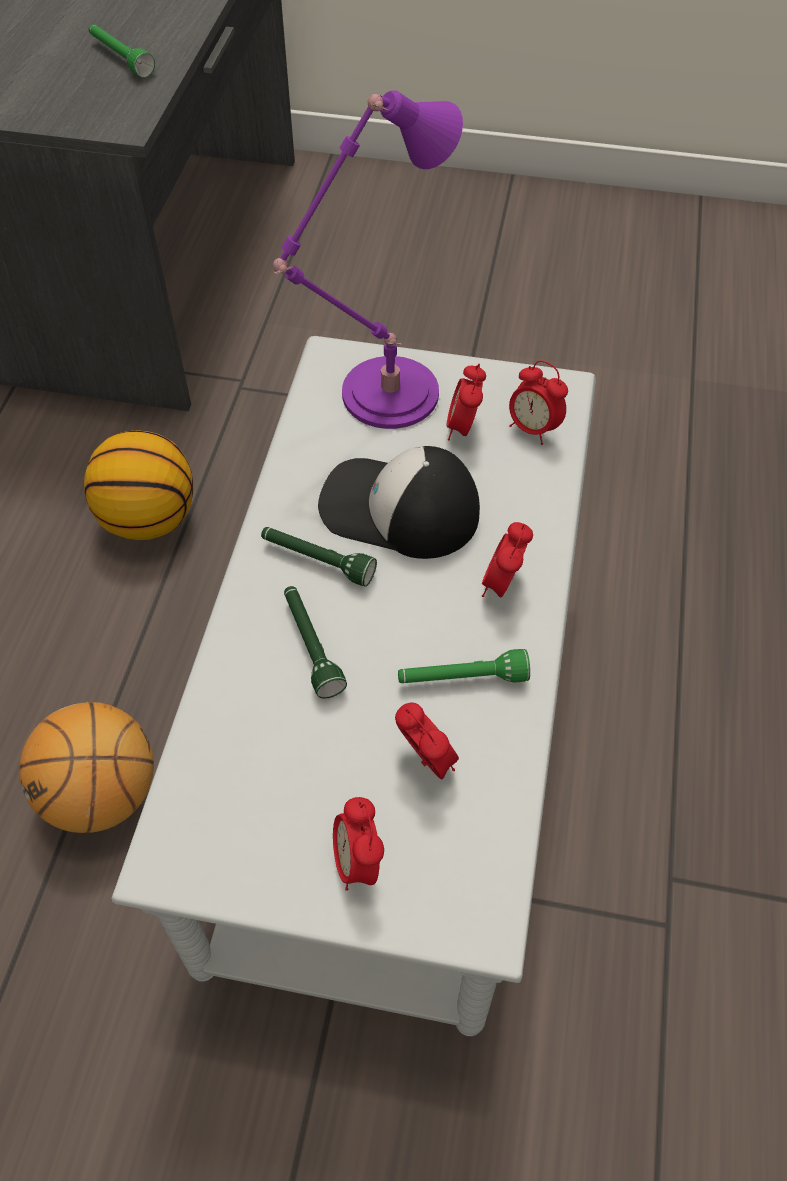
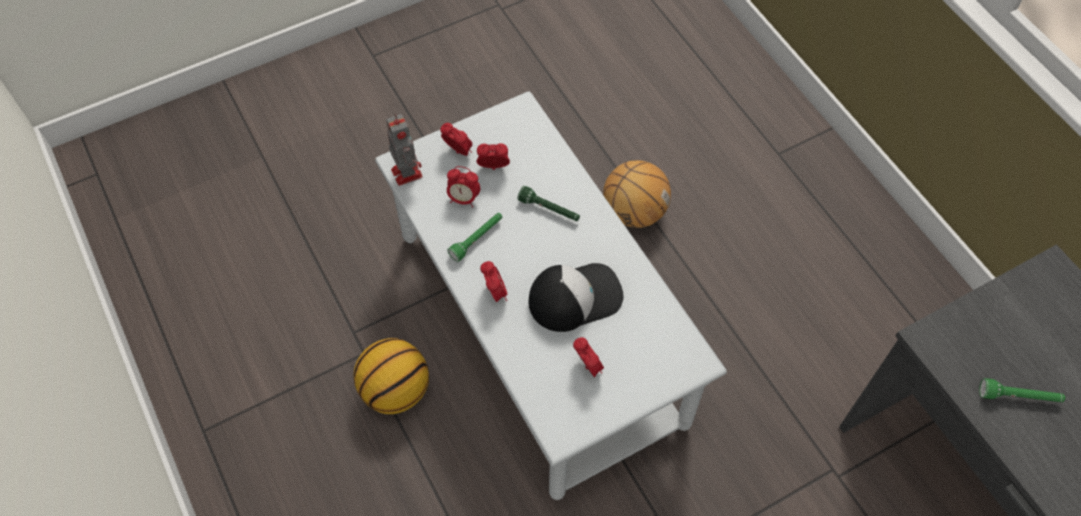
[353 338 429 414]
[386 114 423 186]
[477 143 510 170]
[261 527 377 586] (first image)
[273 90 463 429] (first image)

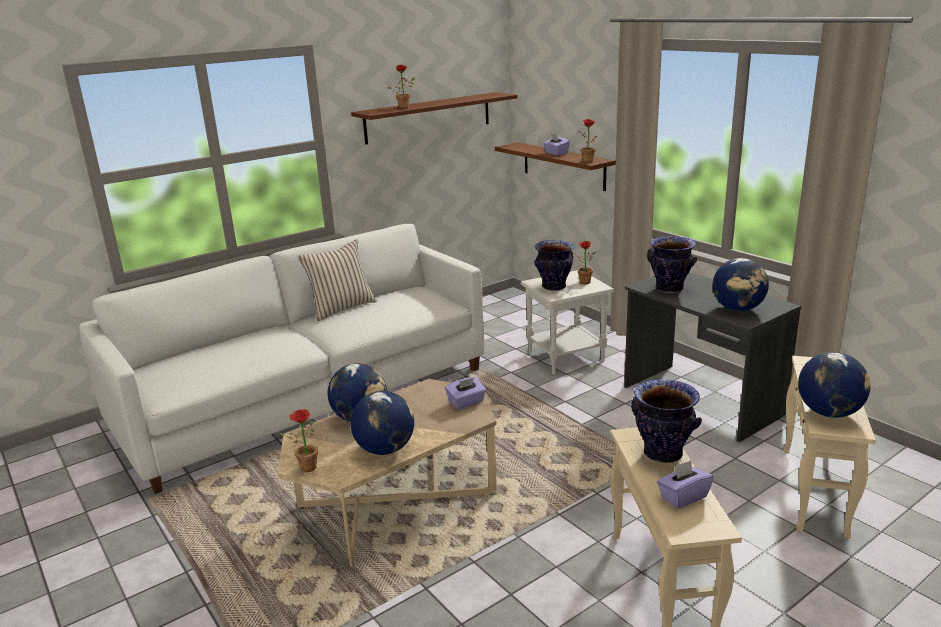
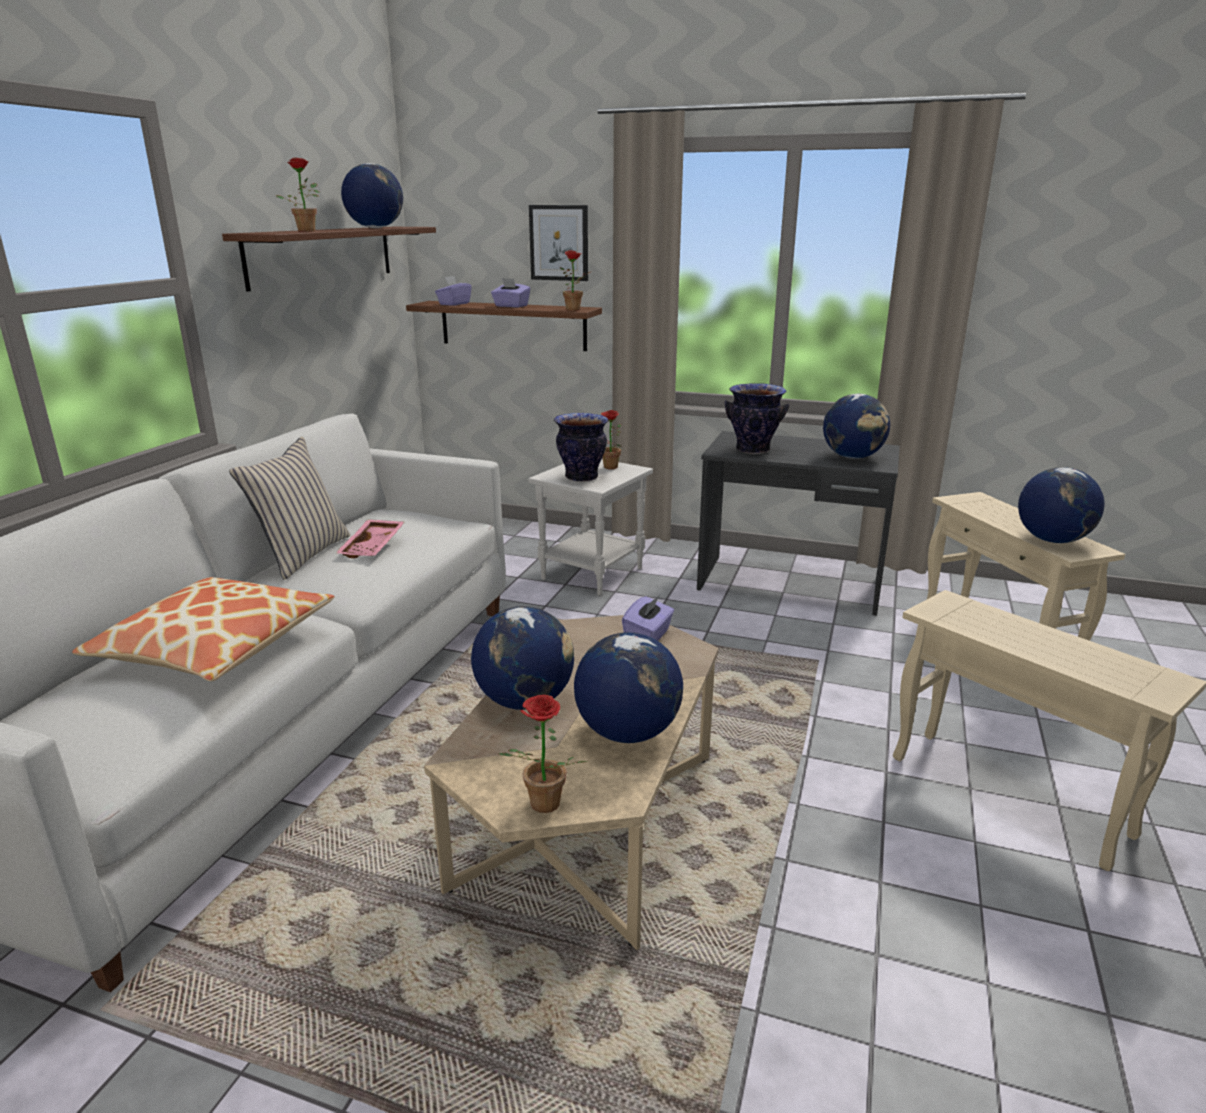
[72 577 334 681]
[336 520 404 558]
[341 163 403 228]
[435 276 472 306]
[529 205 588 281]
[631 379 702 463] (first image)

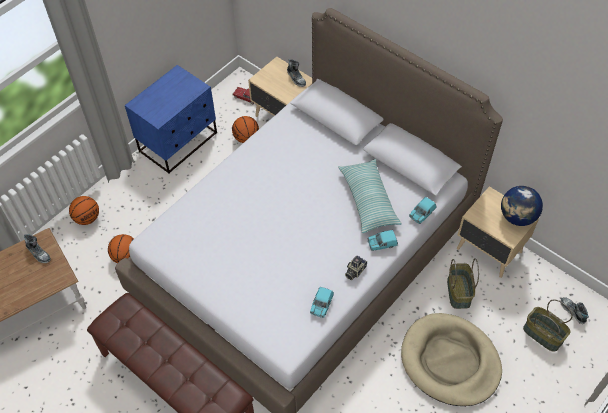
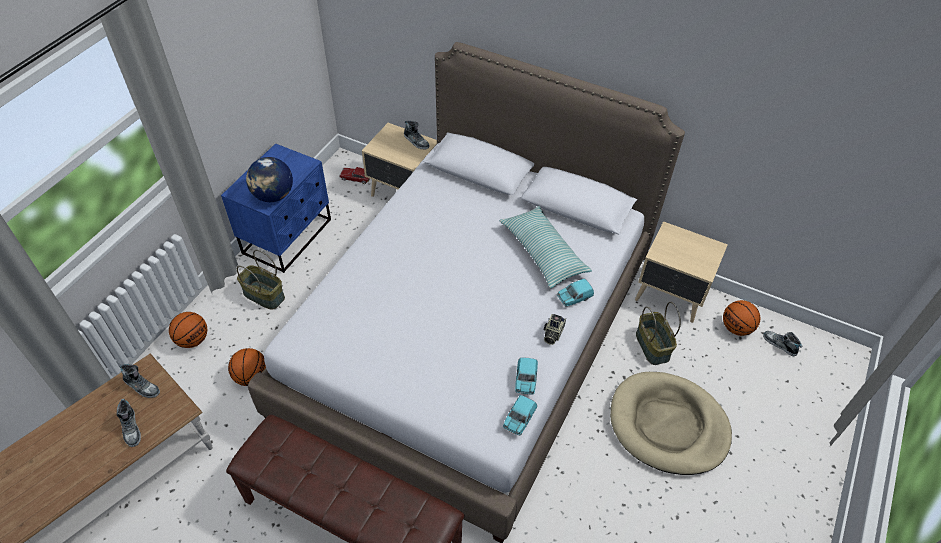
[116 399 141 447]
[237 250 285 310]
[246 157 293 202]
[503 395 537 436]
[723 300 760 336]

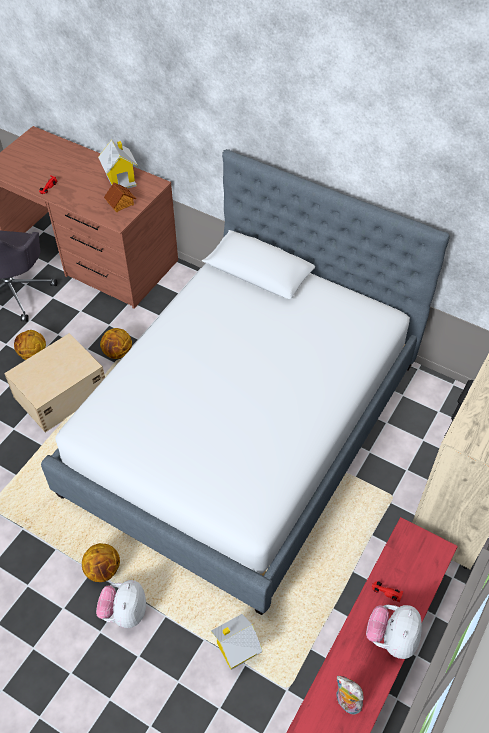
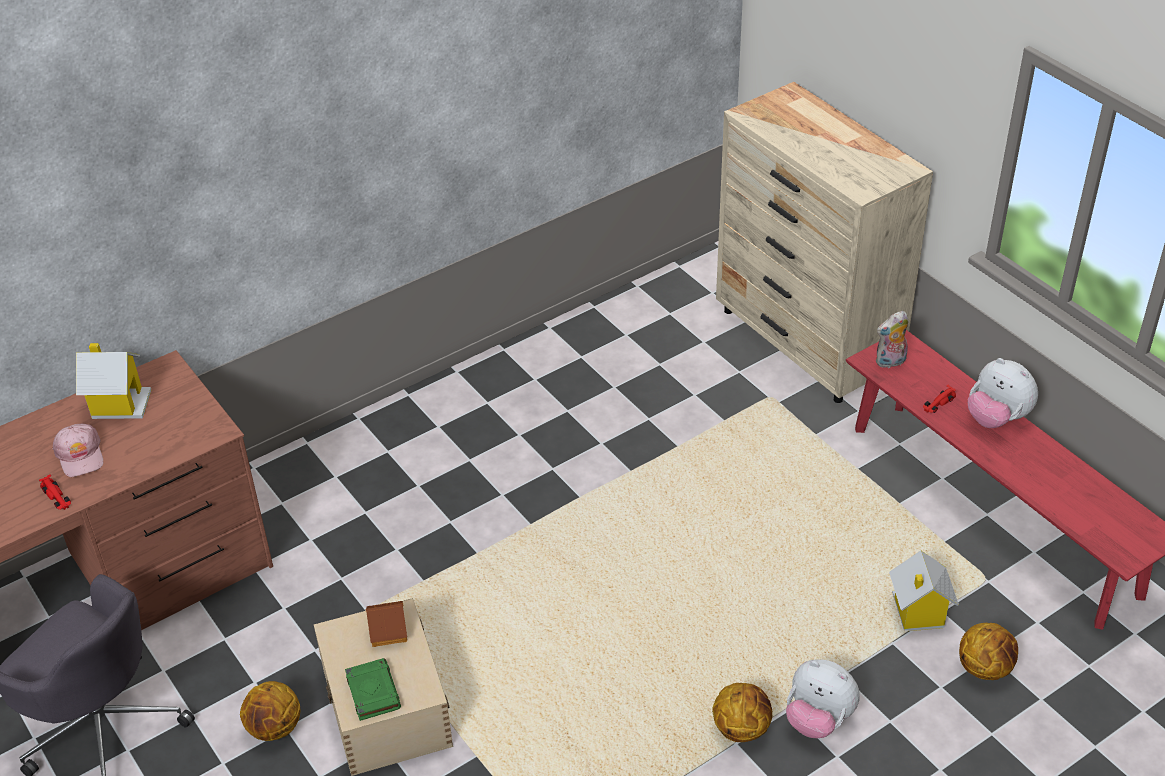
[53 424 103 477]
[345 658 401 721]
[365 601 407 647]
[876 311 909 368]
[959 623 1018 680]
[41 149 450 615] (first image)

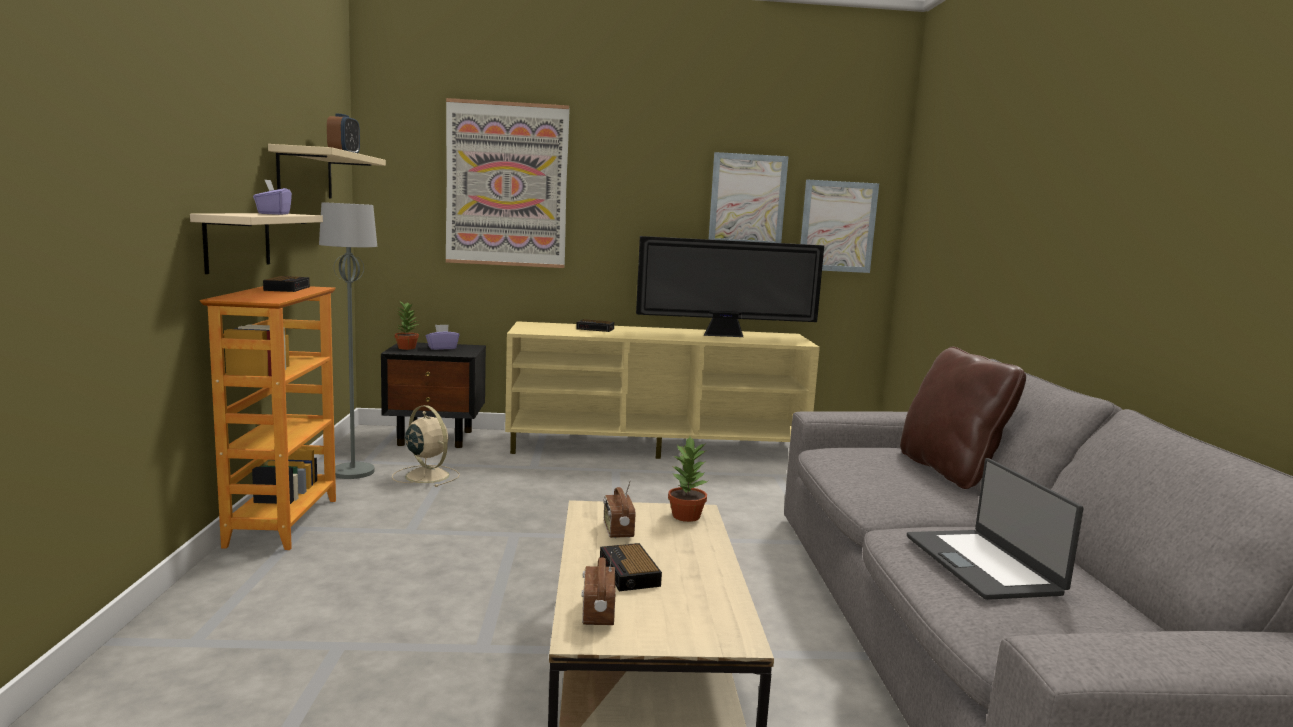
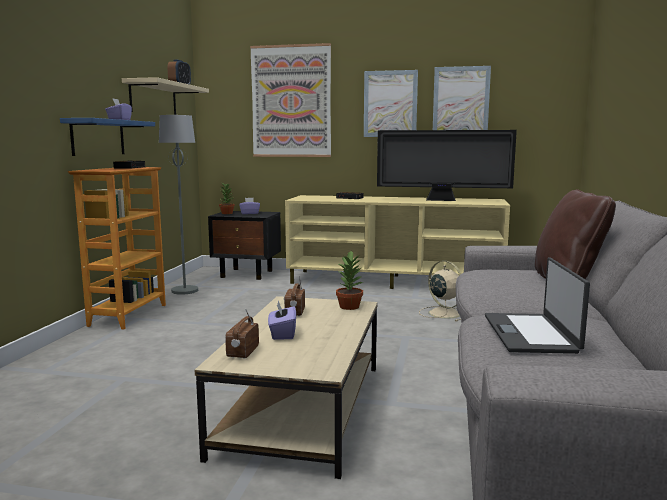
[60 118 155 156]
[268 300 296 340]
[364 70 418 137]
[419 261 461 321]

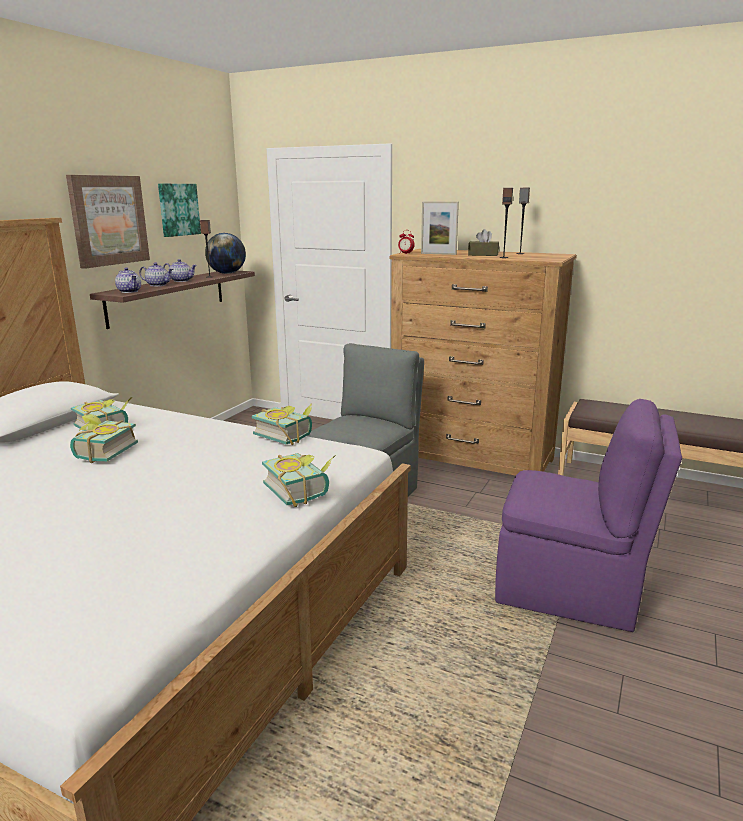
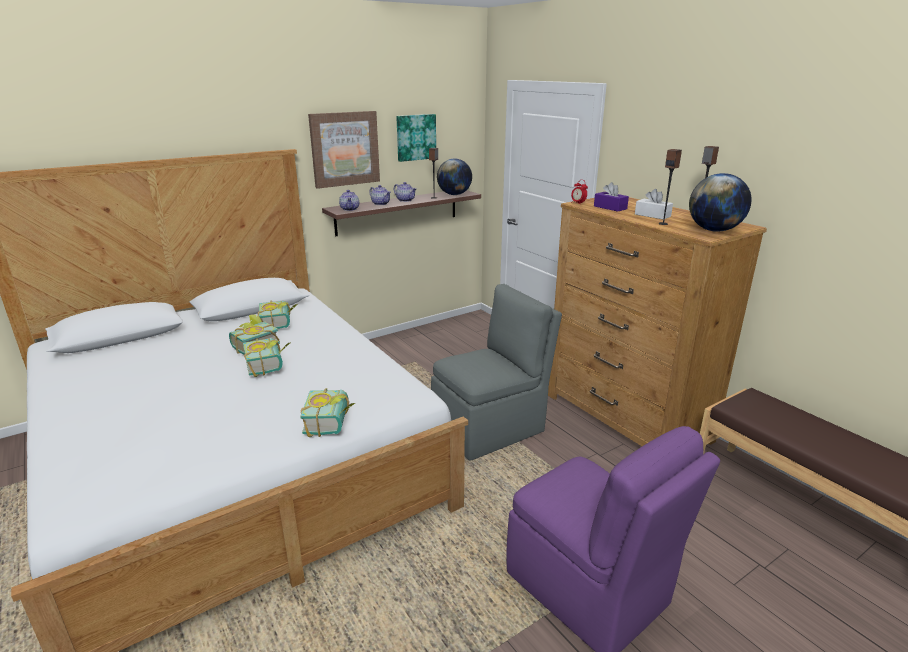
[243 338 290 377]
[594 182 629 212]
[635 189 673 219]
[689 173 752 232]

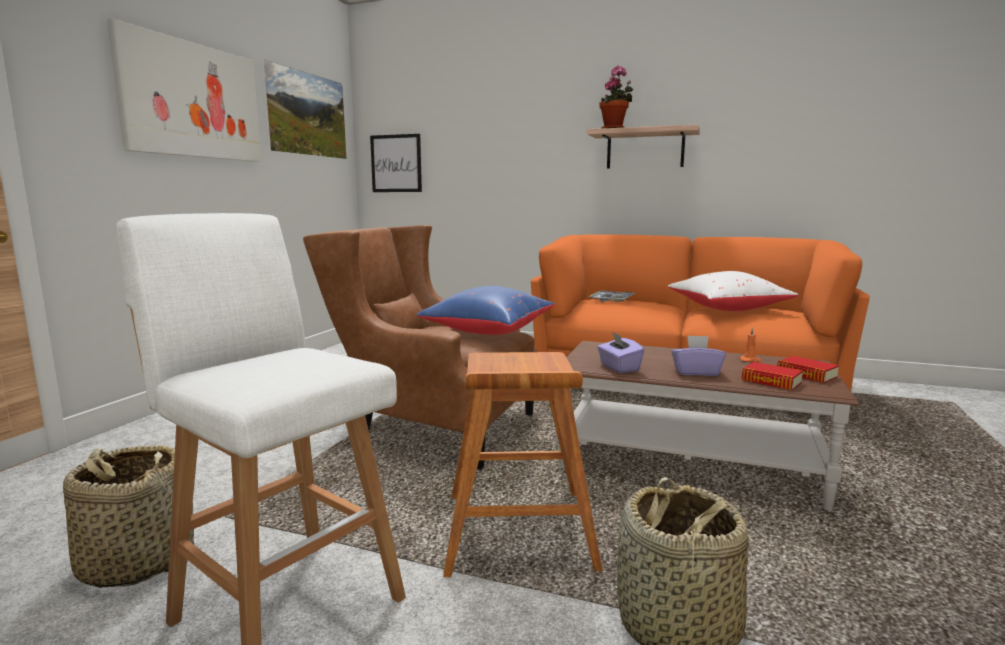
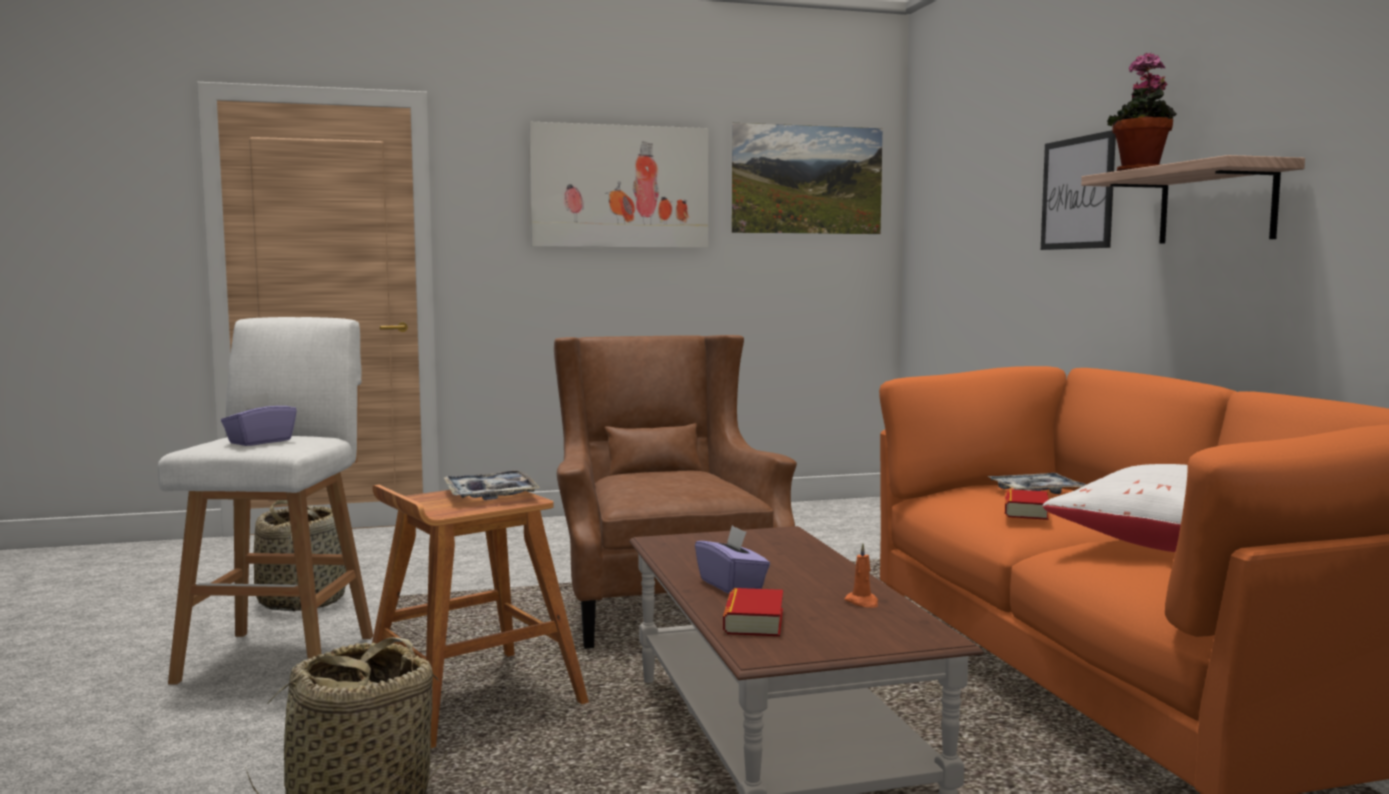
[221 393 297 446]
[444 471 540 500]
[1005 489 1048 520]
[1041 130 1116 250]
[417 286 555 335] (first image)

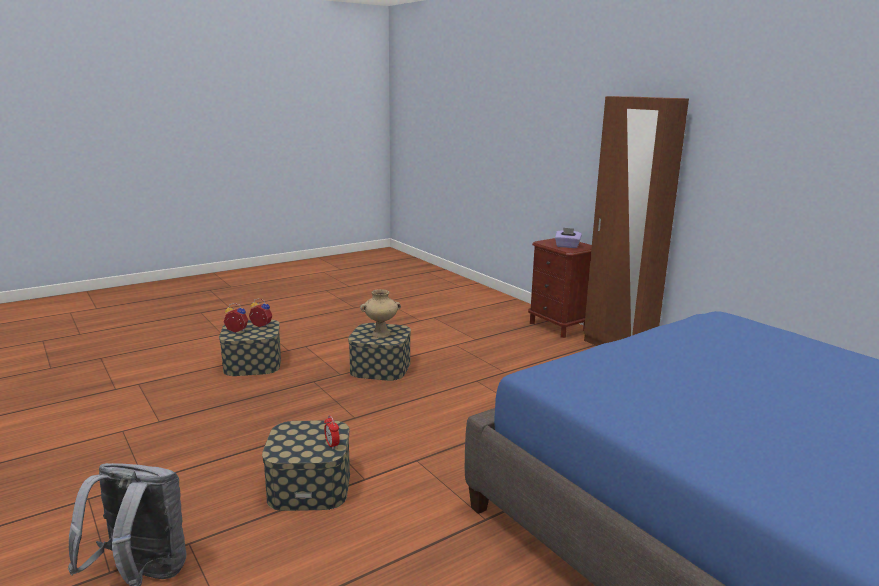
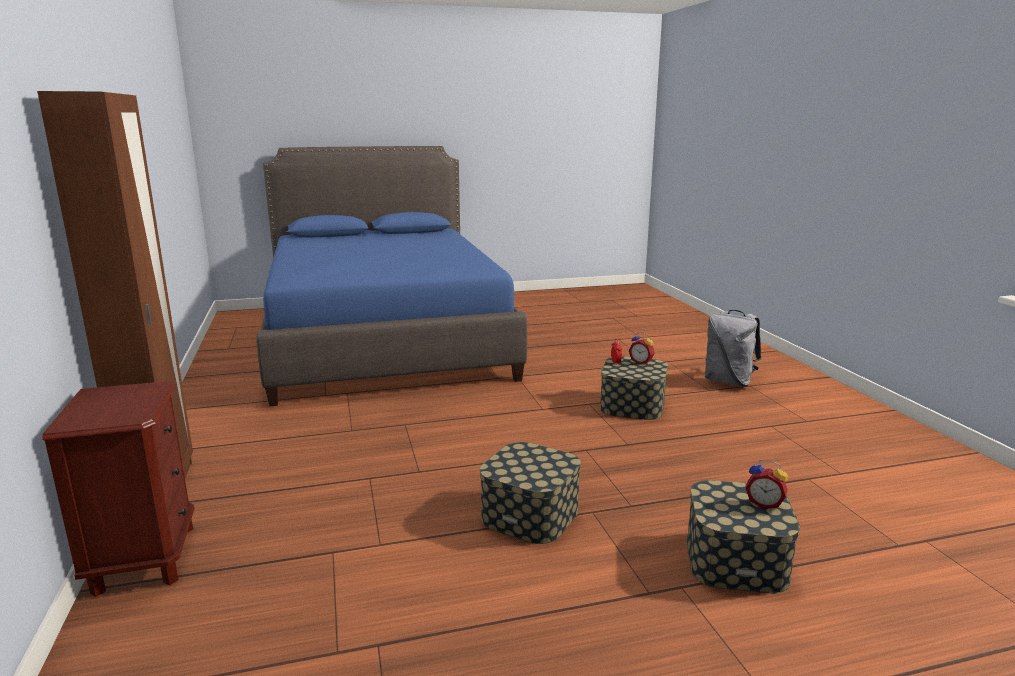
[629 332 655 365]
[360 289 401 338] (first image)
[555 227 582 248] (first image)

